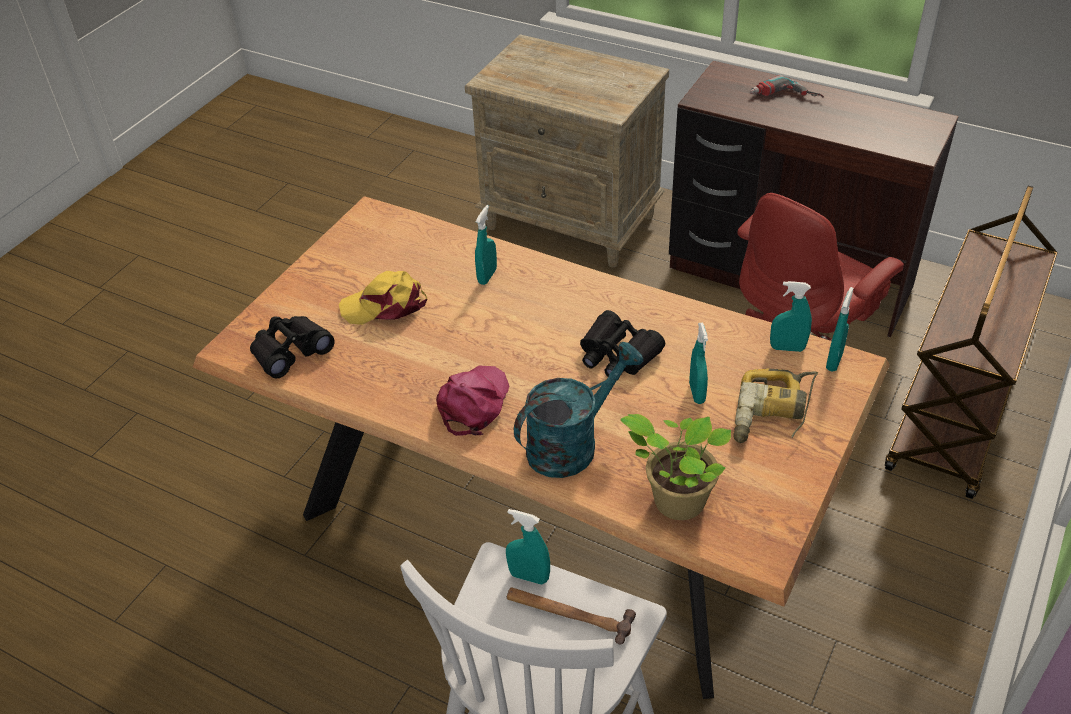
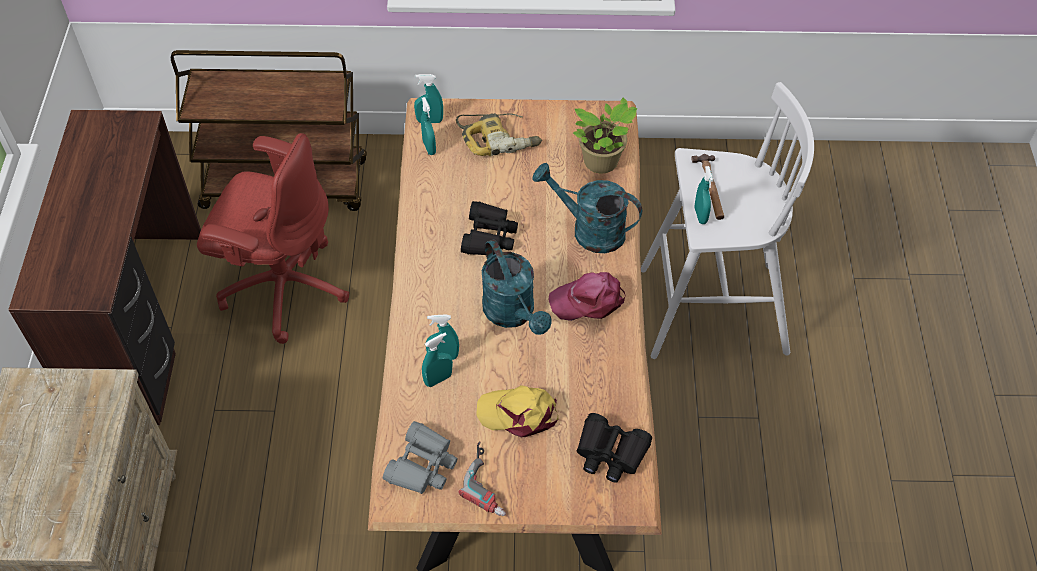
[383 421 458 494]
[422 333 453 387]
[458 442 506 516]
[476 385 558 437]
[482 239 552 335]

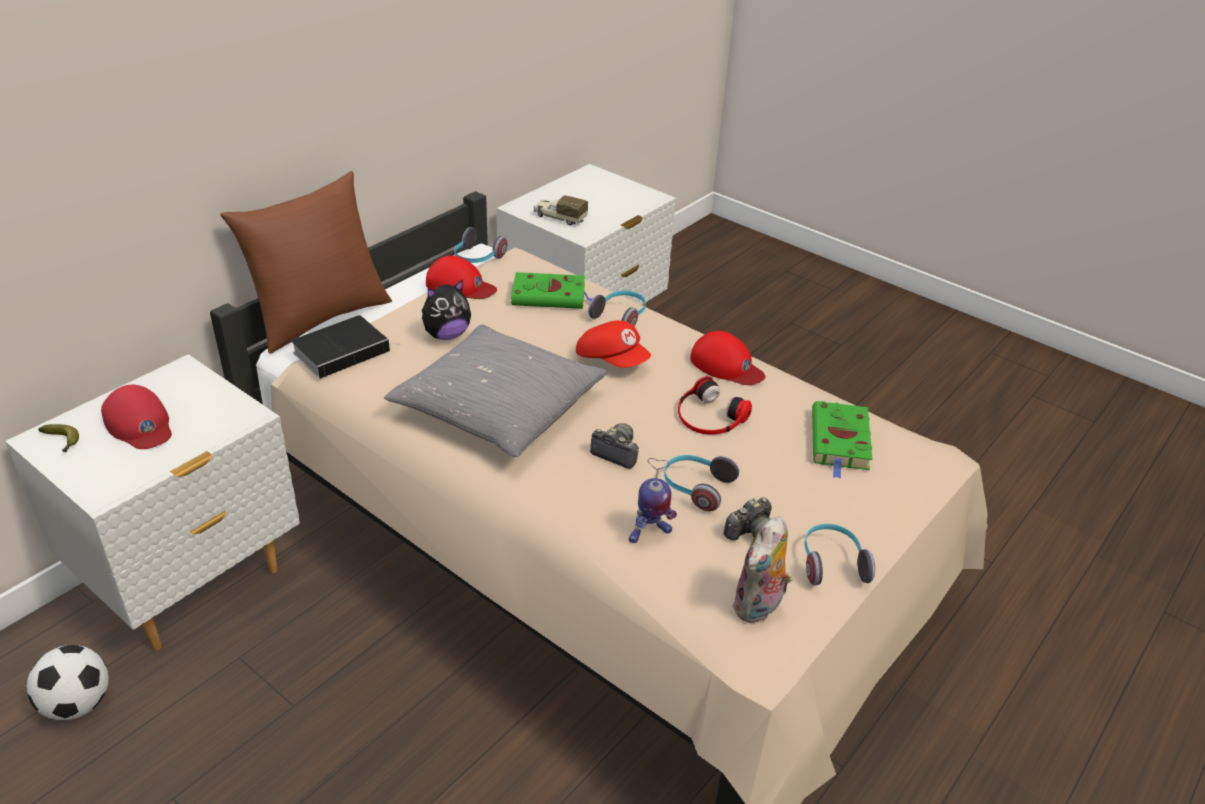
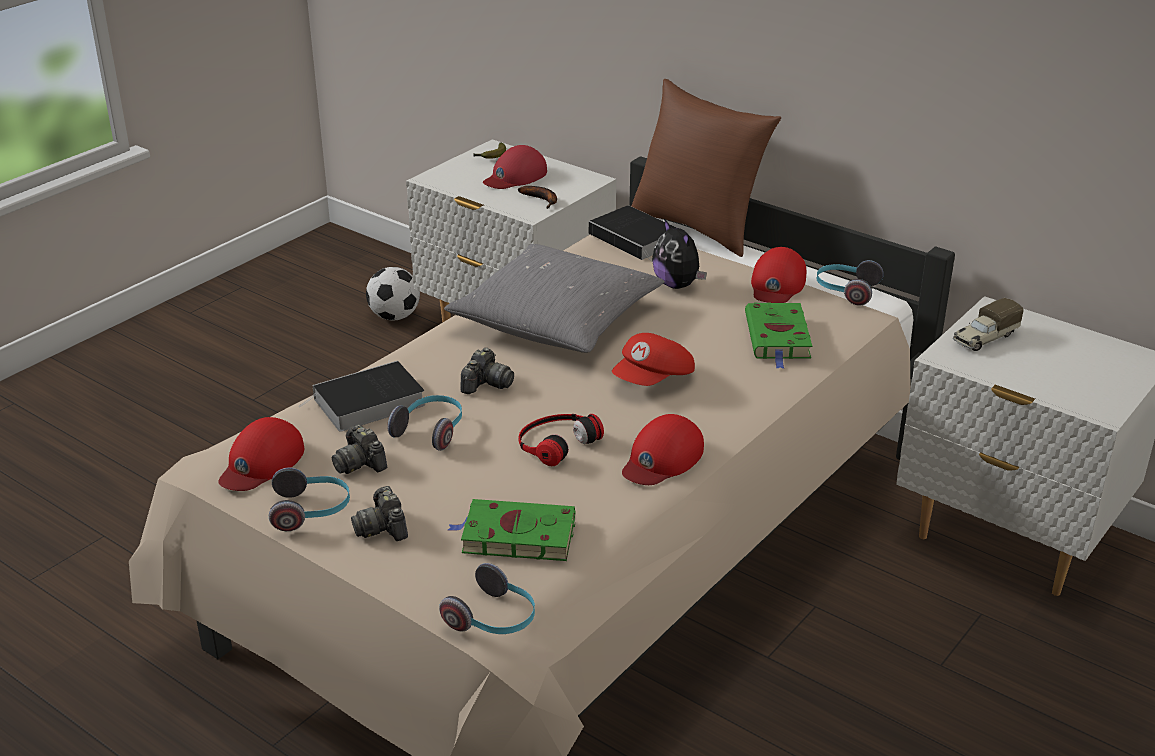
[218 417 304 491]
[299 361 425 432]
[351 486 408 541]
[439 563 535 634]
[518 186 557 209]
[953 298 1024 351]

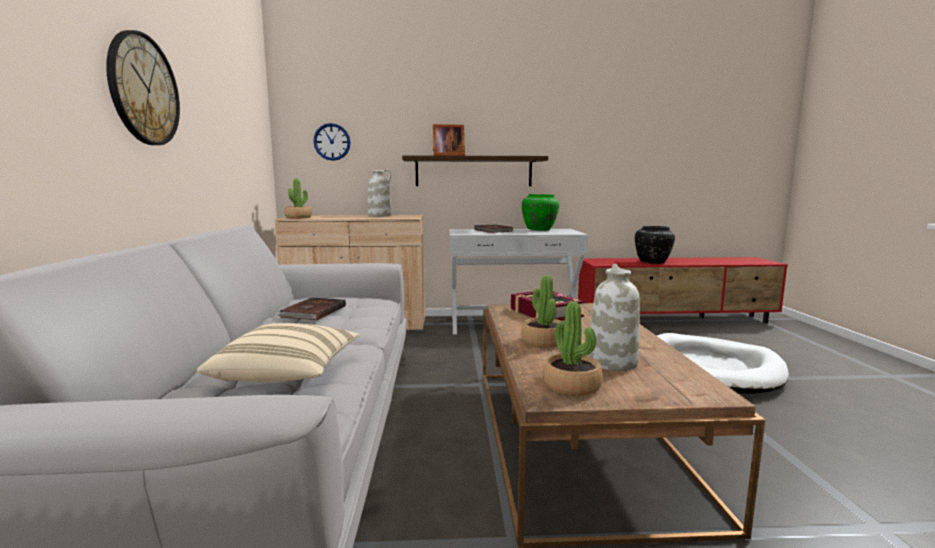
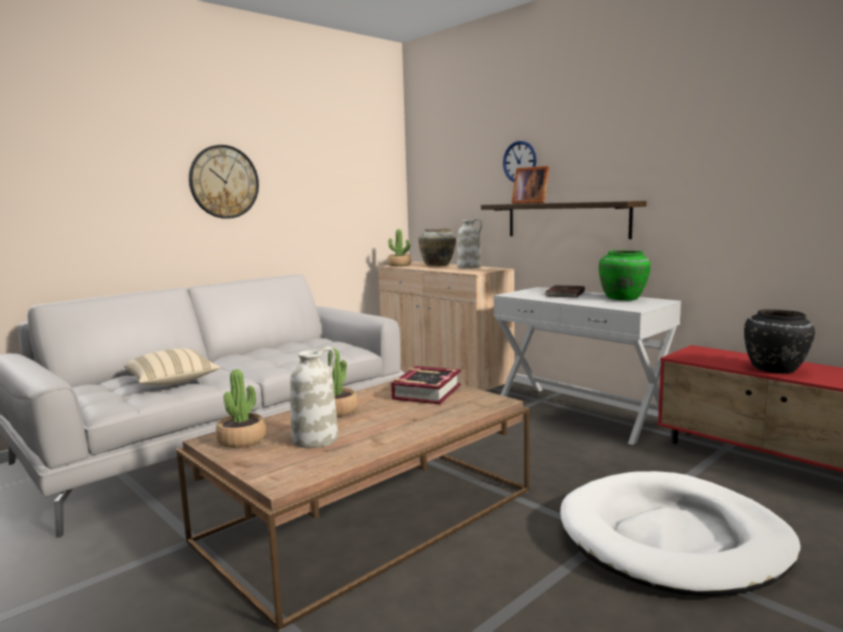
[419 228 456 266]
[503 141 537 182]
[277 298 346 320] (first image)

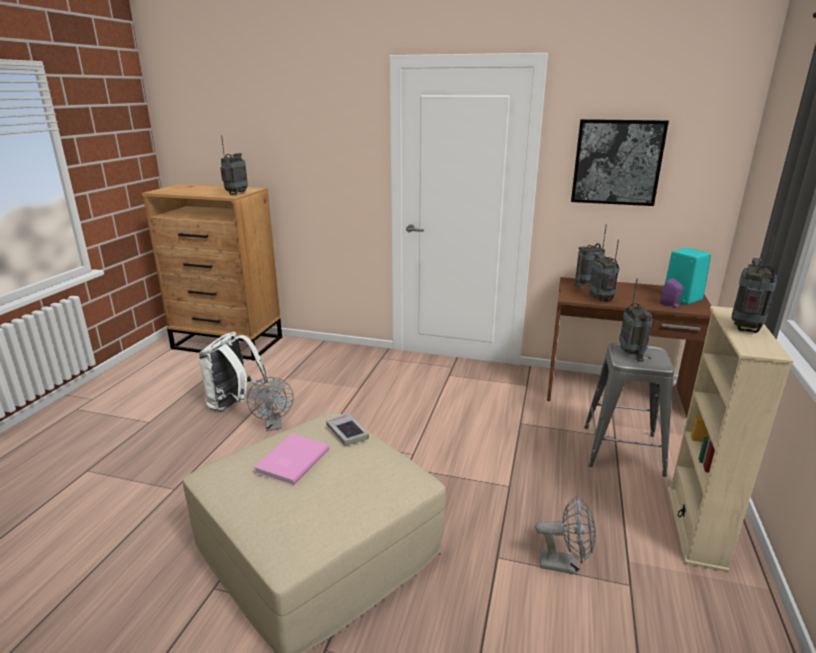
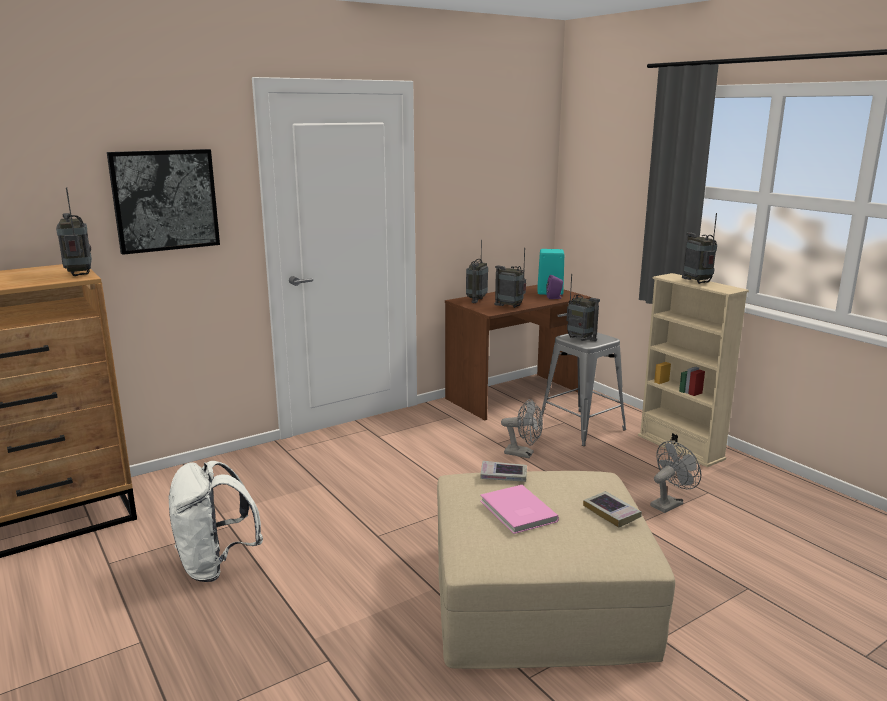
[107 149 220 255]
[501 399 543 458]
[583 491 642 528]

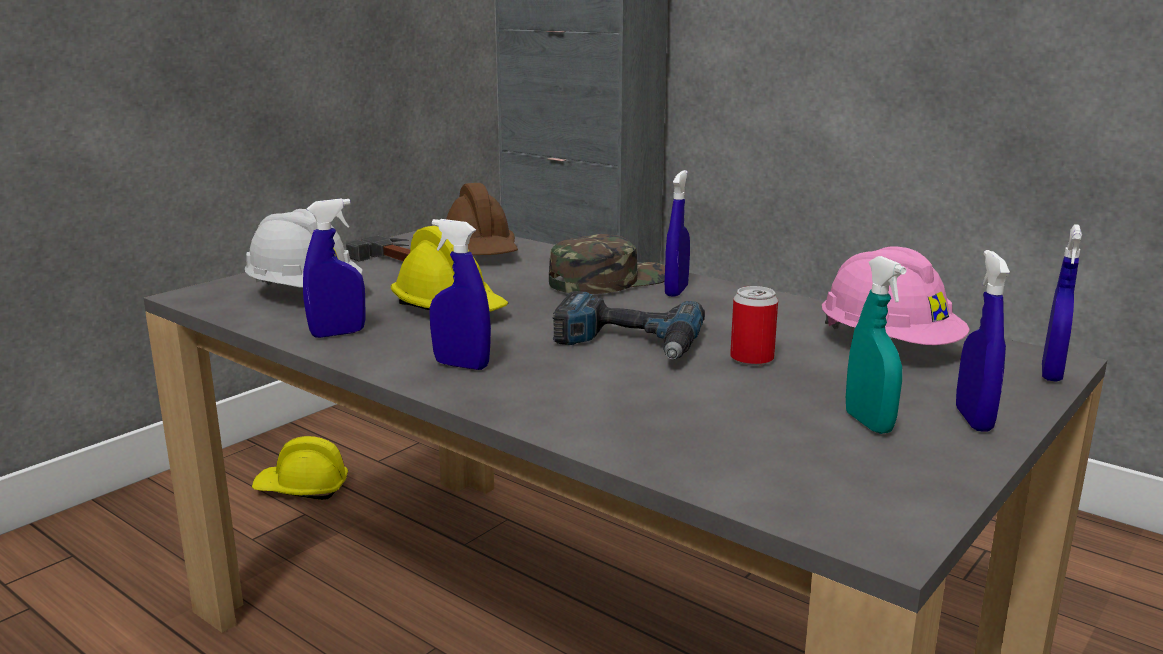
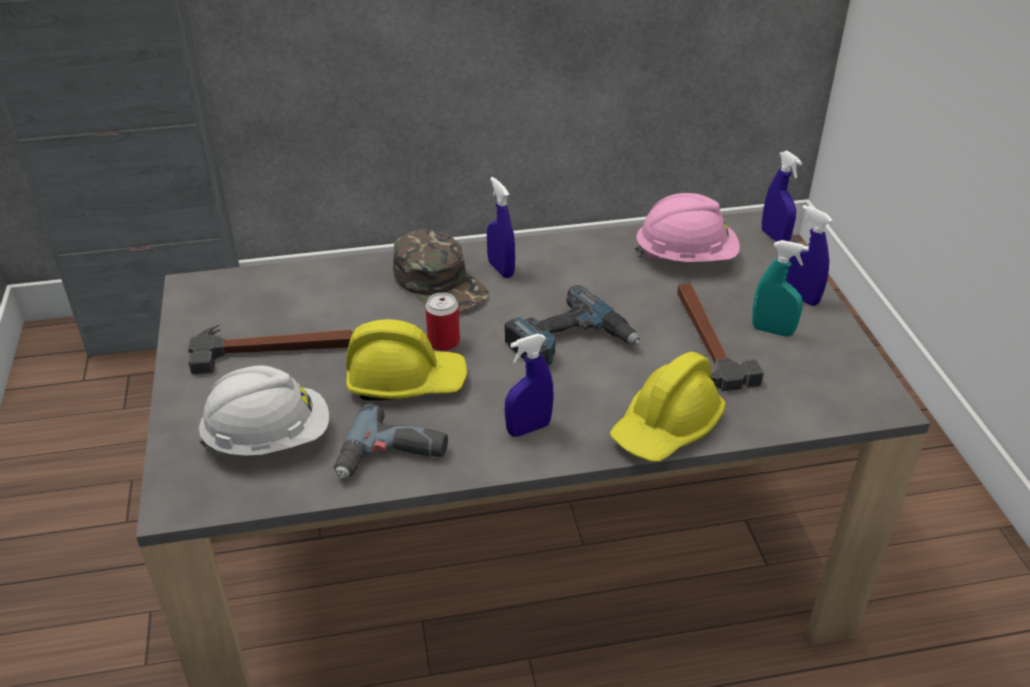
[334 404 448 478]
[393 229 489 313]
[425 293 460 351]
[610 352 726 462]
[677 283 764 391]
[446 183 518 255] (first image)

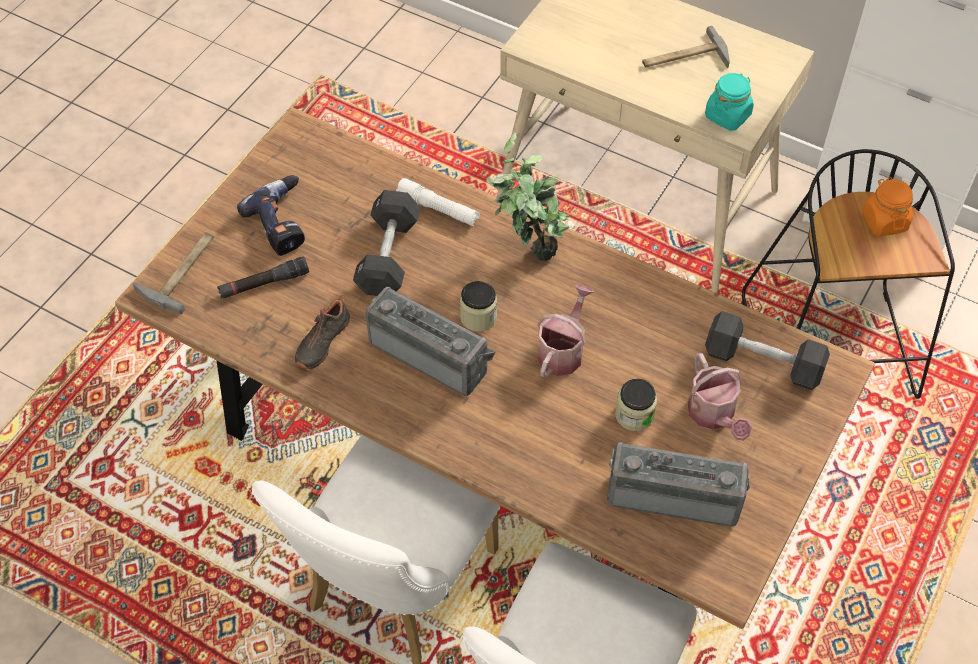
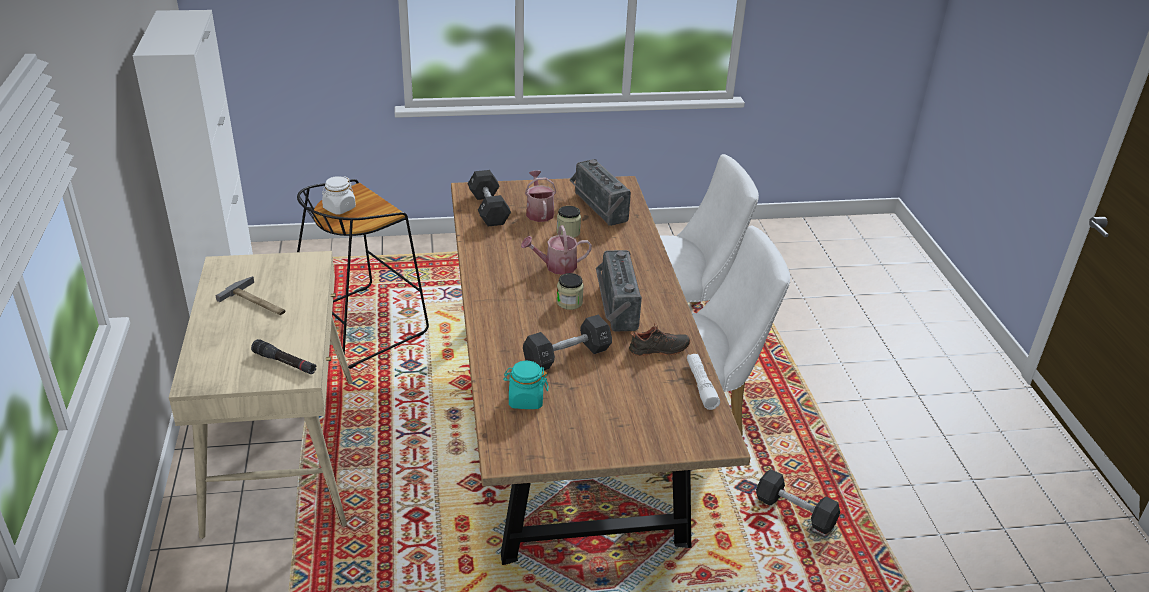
[251 339 316 375]
[322 176 356 215]
[503 361 548 409]
[525 171 556 222]
[687 354 720 410]
[756 469 840 534]
[133 232 214 314] (first image)
[237 175 305 256] (first image)
[486 133 569 261] (first image)

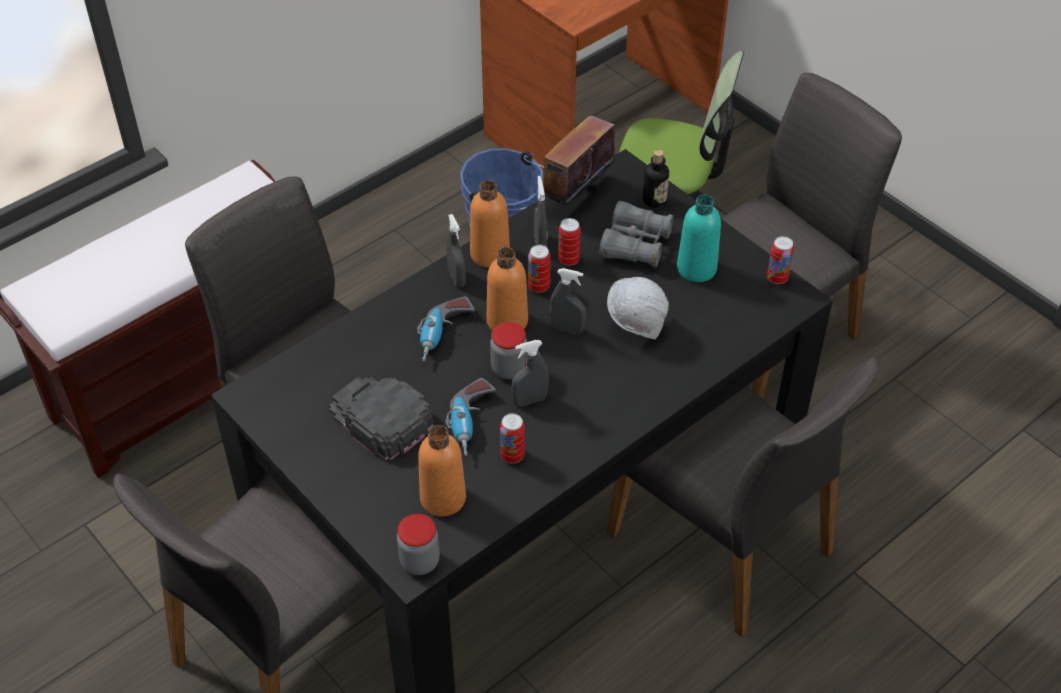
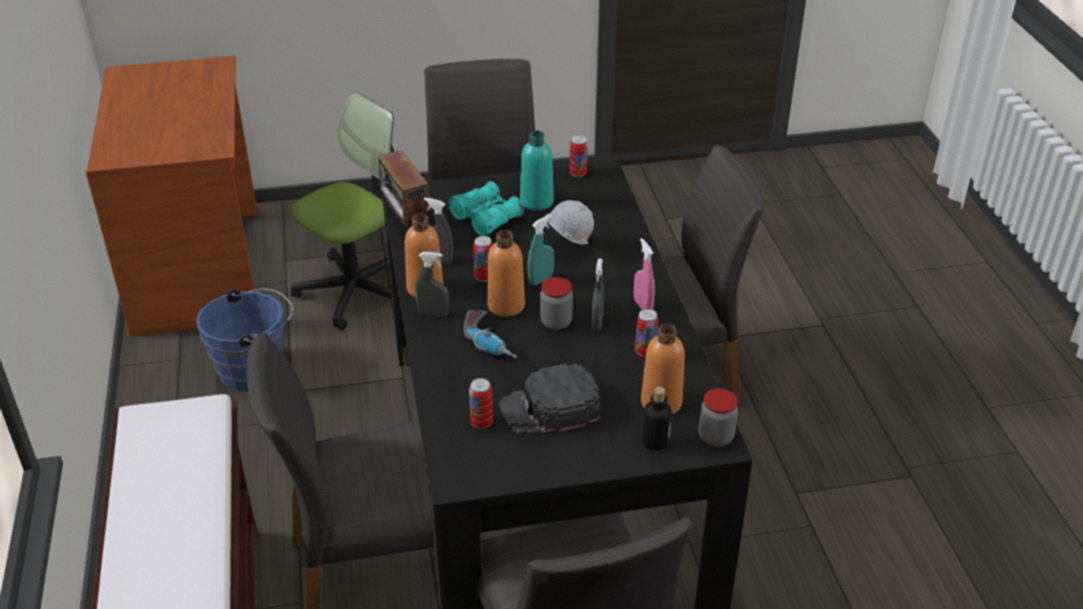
[448 181 524 236]
[469 378 493 429]
[527 215 554 286]
[634 238 655 310]
[642 387 672 451]
[445 378 496 456] (first image)

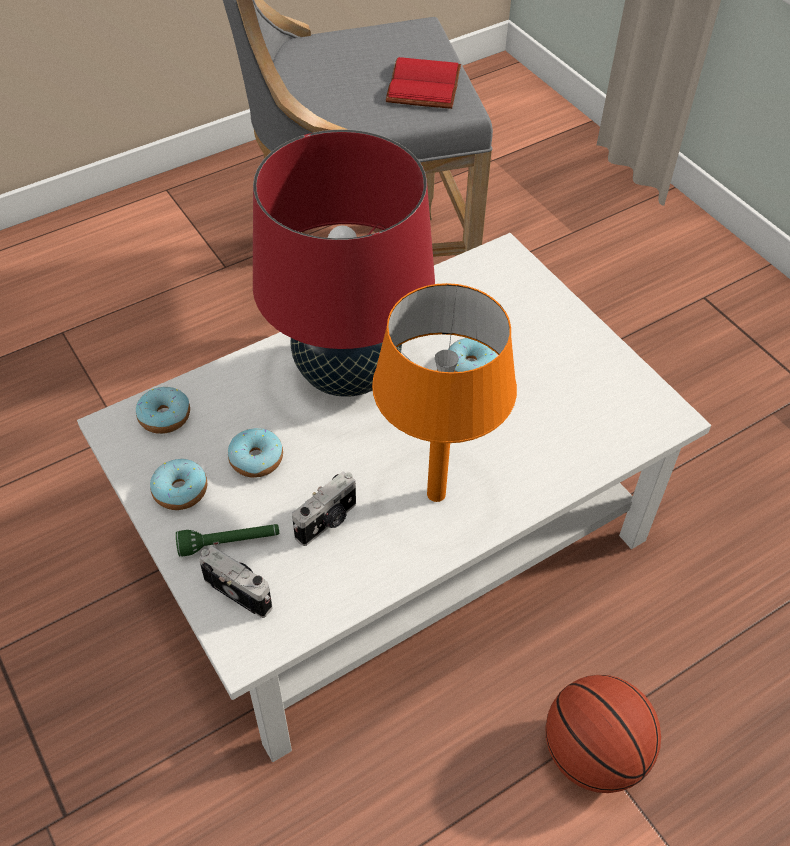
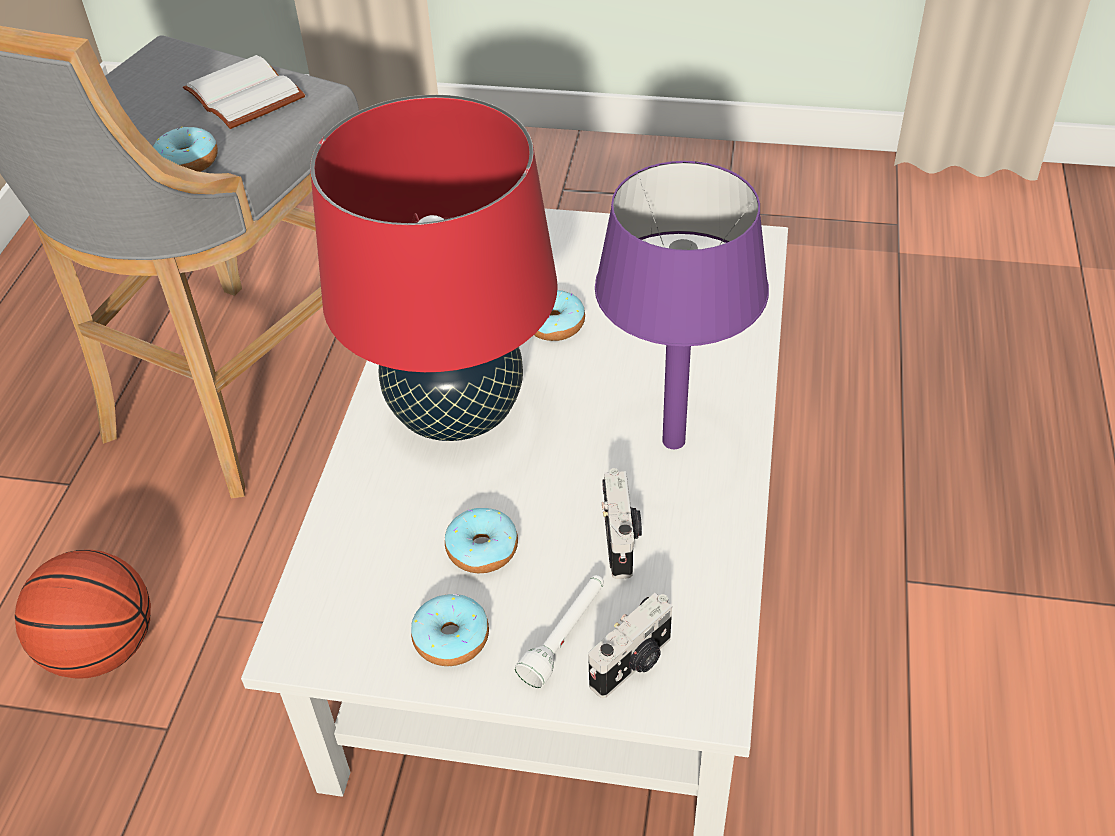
[15 550 151 679]
[153 127 218 172]
[183 55 305 129]
[514 575 604 688]
[588 593 672 698]
[595 161 769 449]

